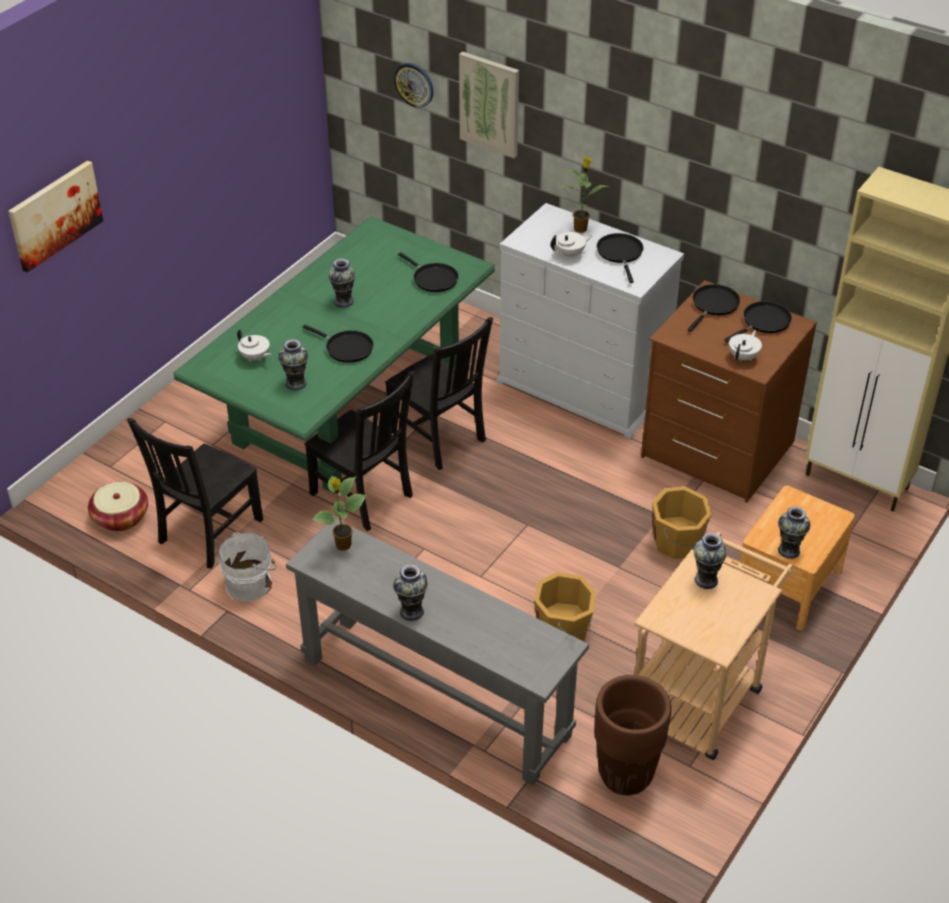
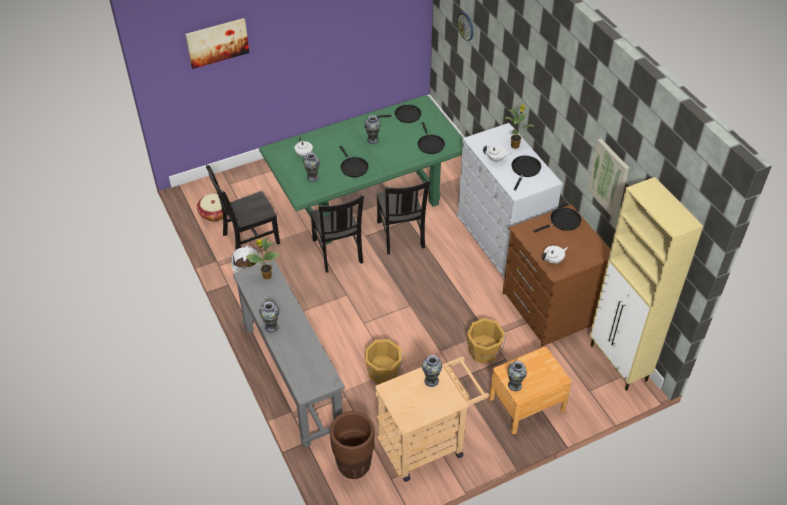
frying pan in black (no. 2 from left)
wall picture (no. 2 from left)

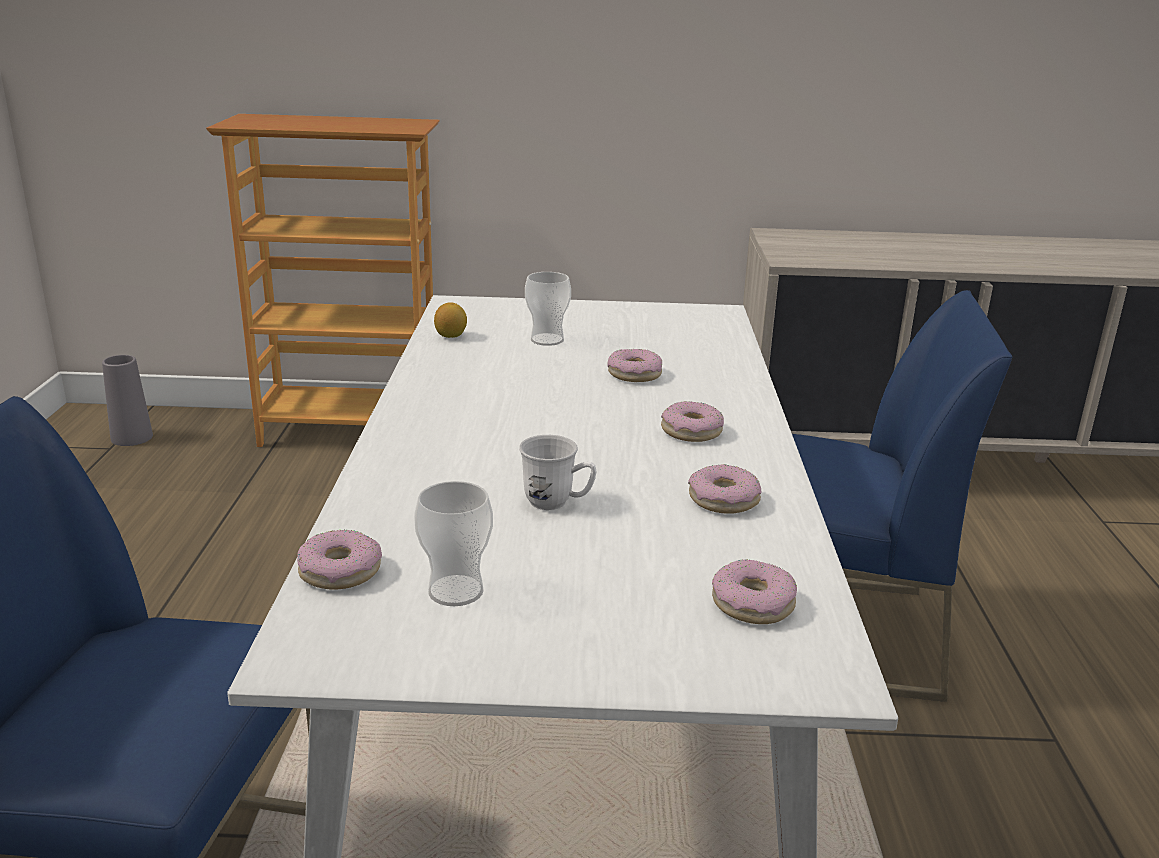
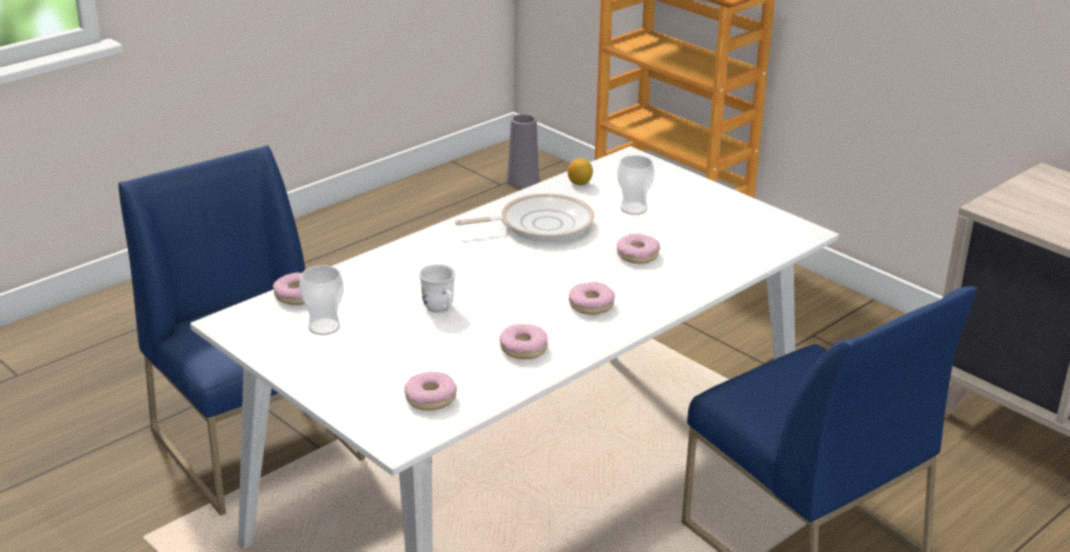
frying pan

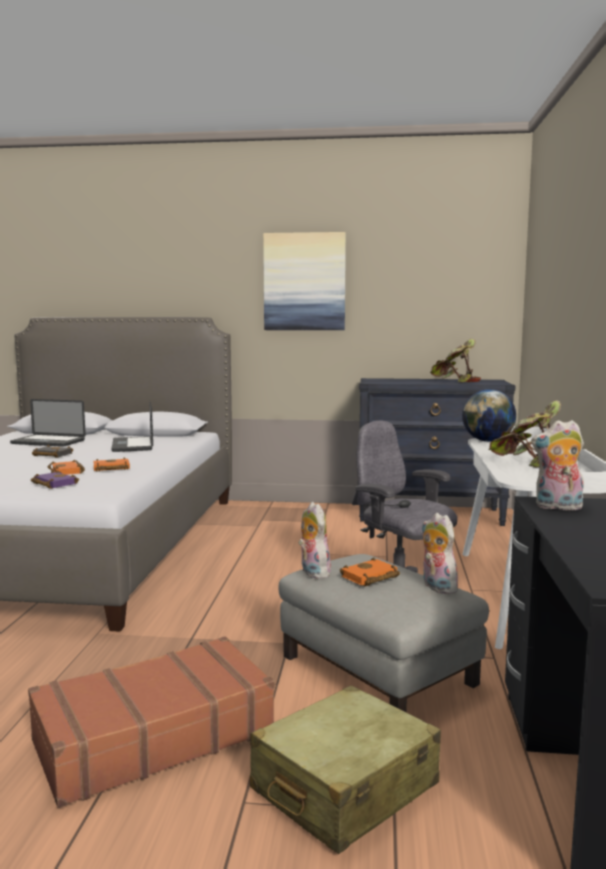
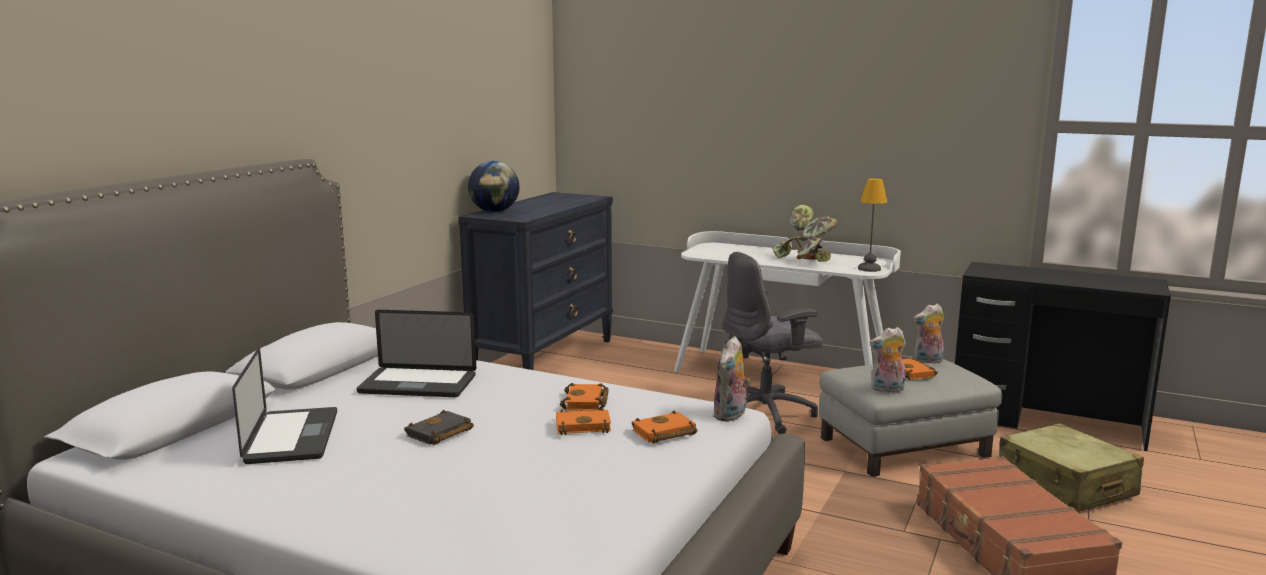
notebook computer (no. 1 from left)
desk globe
volume in orange-coloured (no. 3 from left)
soft toy (no. 1 from left)
lamp for a table
wall picture
plant in a pot (no. 1 from left in the first image)

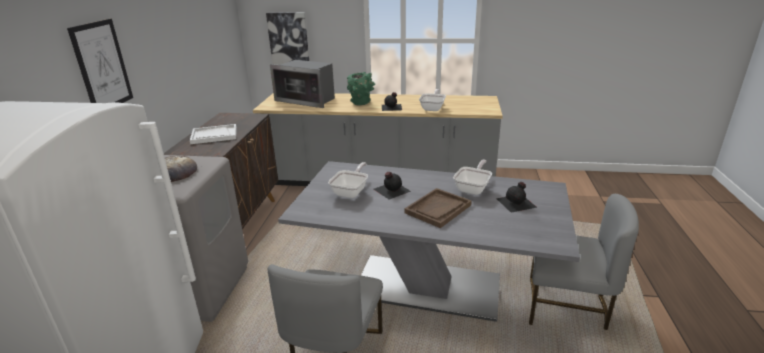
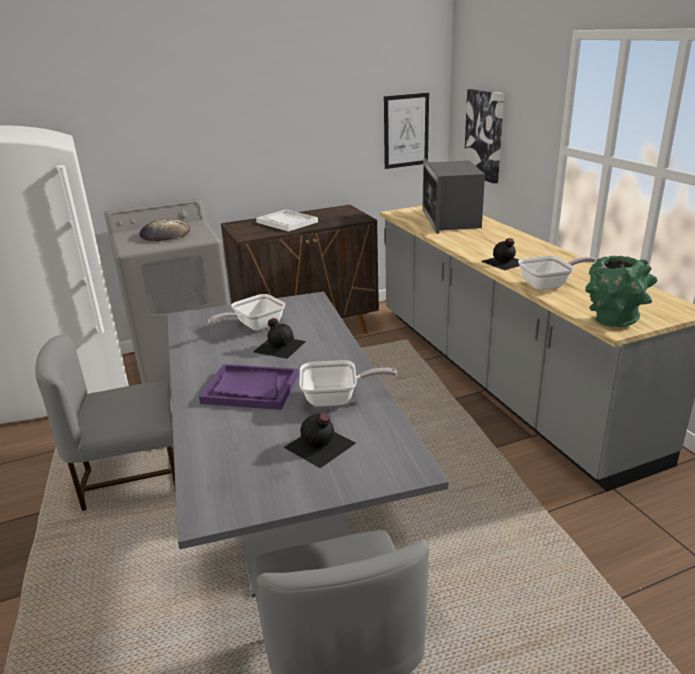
serving tray in purple
frying pan (no. 1 from left)
wall picture (no. 1 from left)
vase in greenish

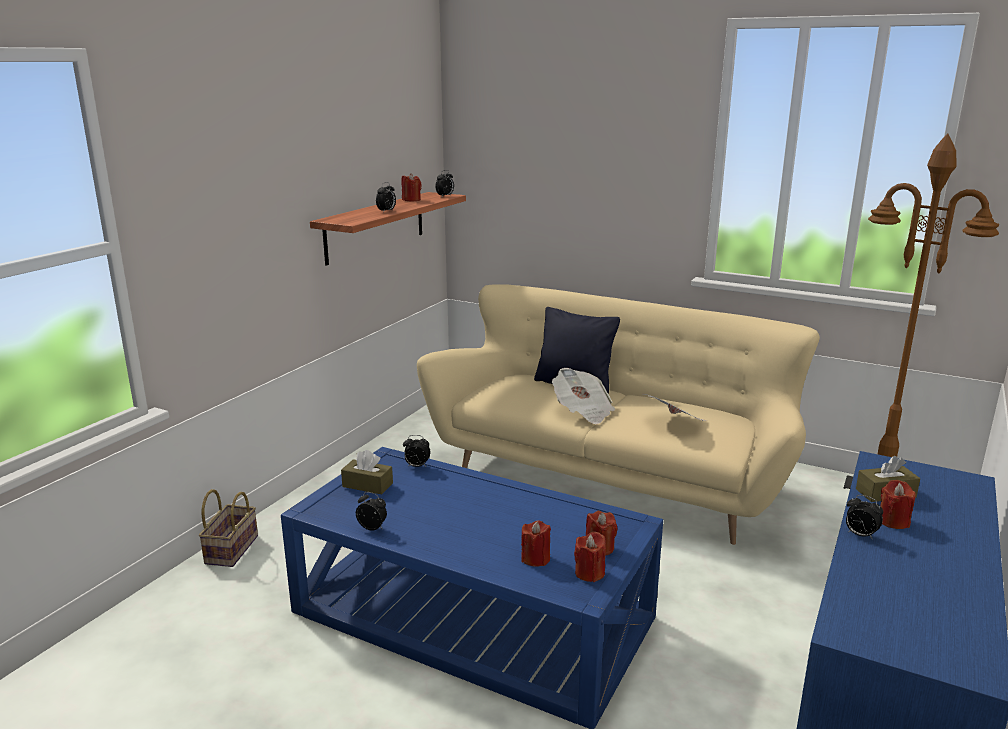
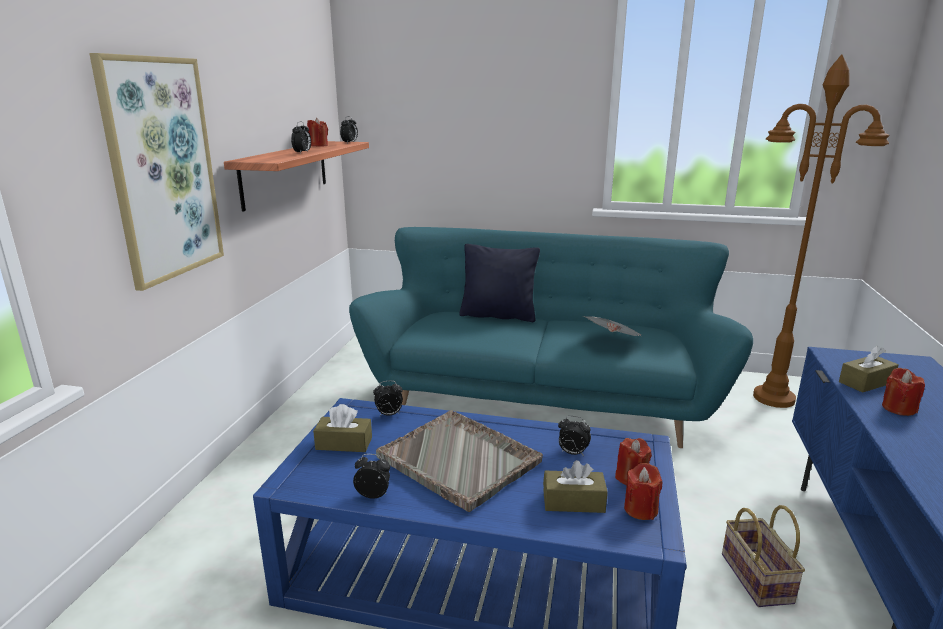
wall picture
couch in turquoise
serving tray in grey
tissue holder in brown-coloured (no. 2 from left)
table clock (no. 5 from left)
storage basket
newspaper (no. 1 from left in the first image)

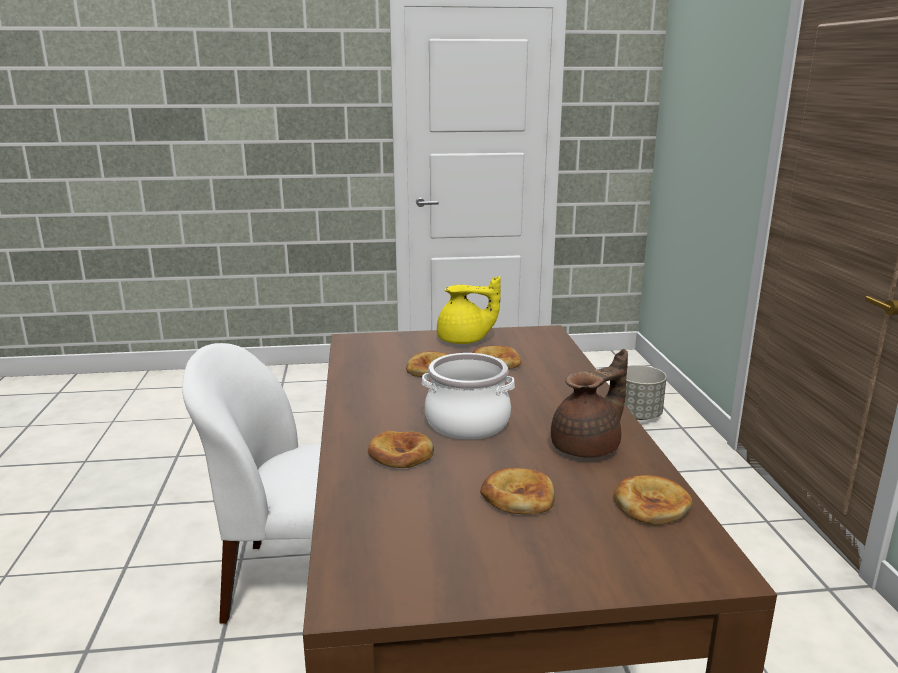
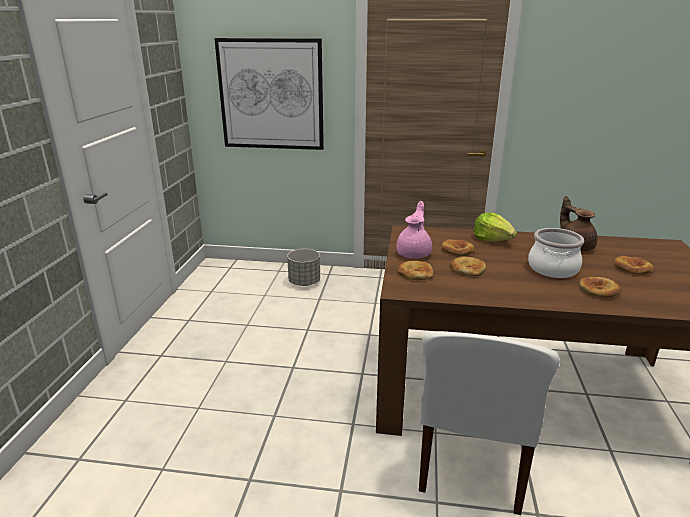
wall picture
pot for tea in pinkish
bakery bread (no. 1 from left)
head of lettuce

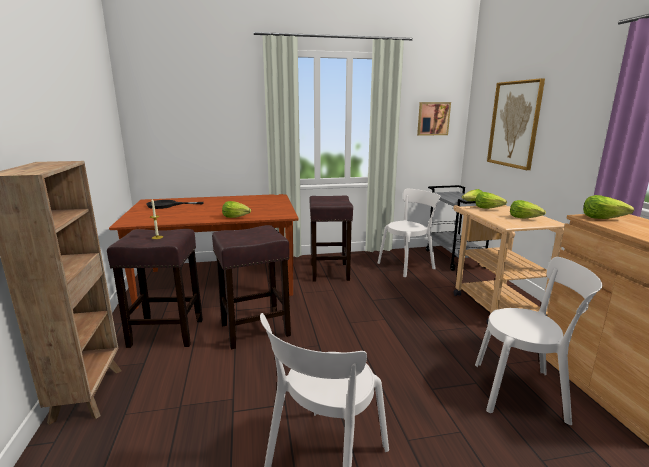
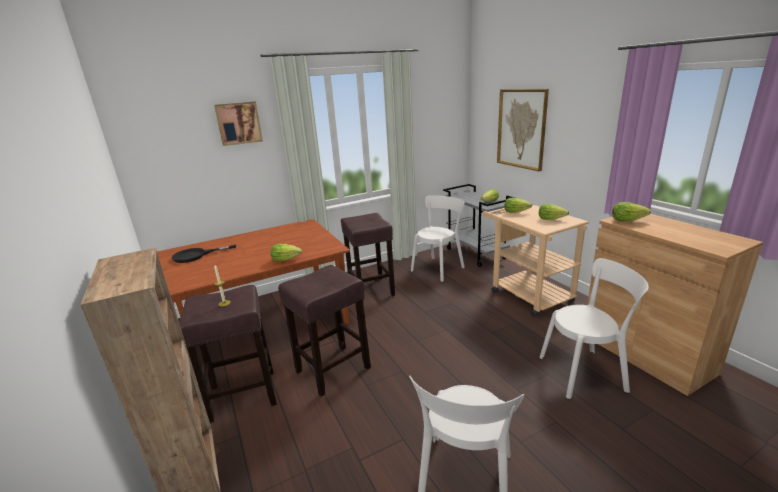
wall picture (no. 1 from left)

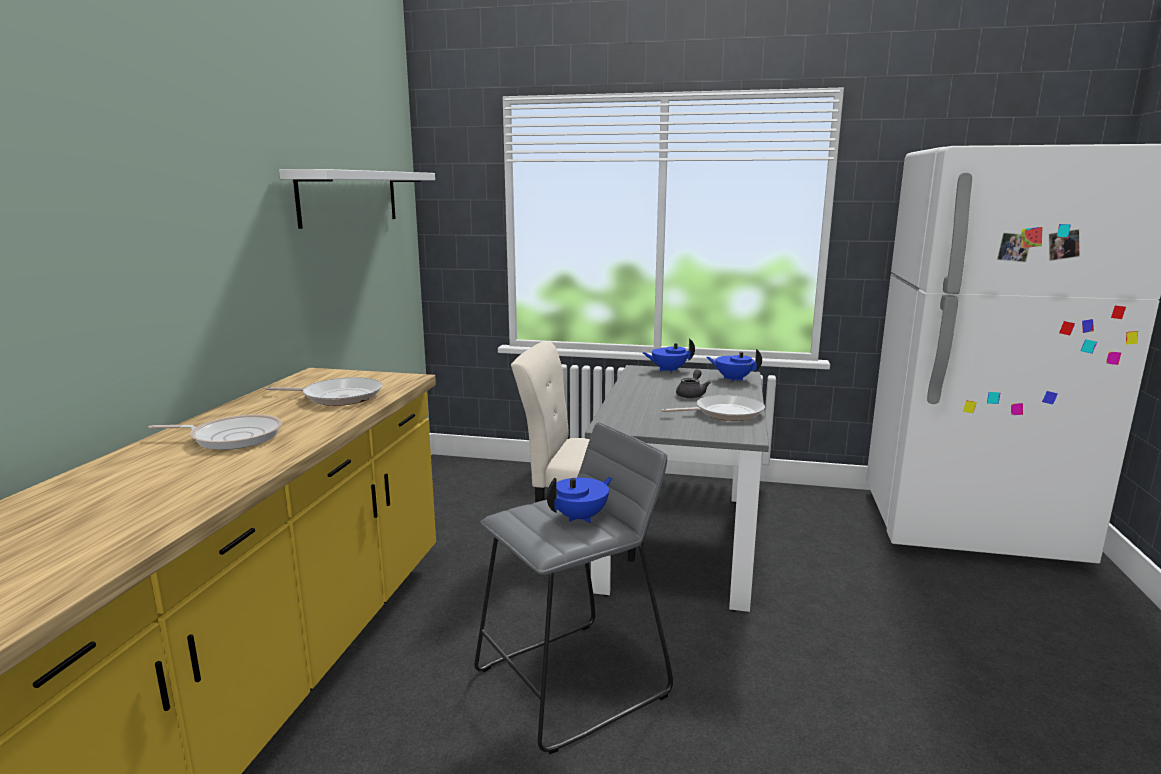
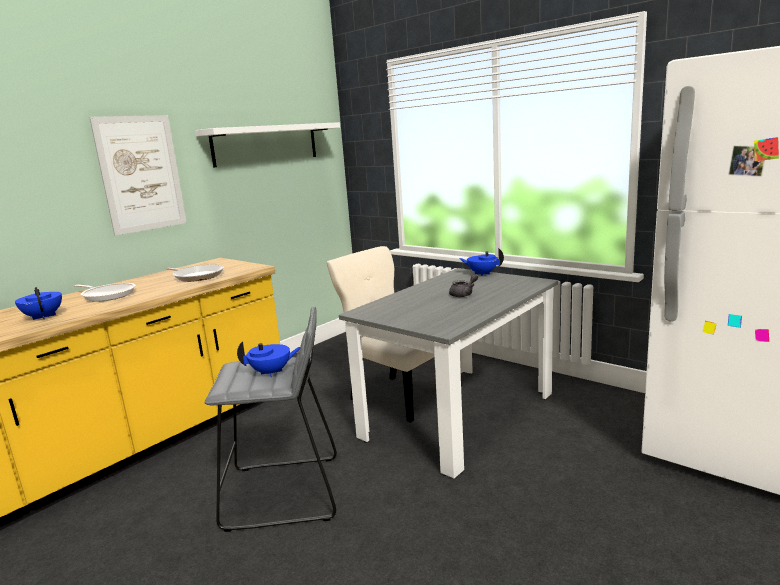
pot for tea in blue-coloured (no. 1 from left)
wall picture
frying pan (no. 3 from left in the first image)

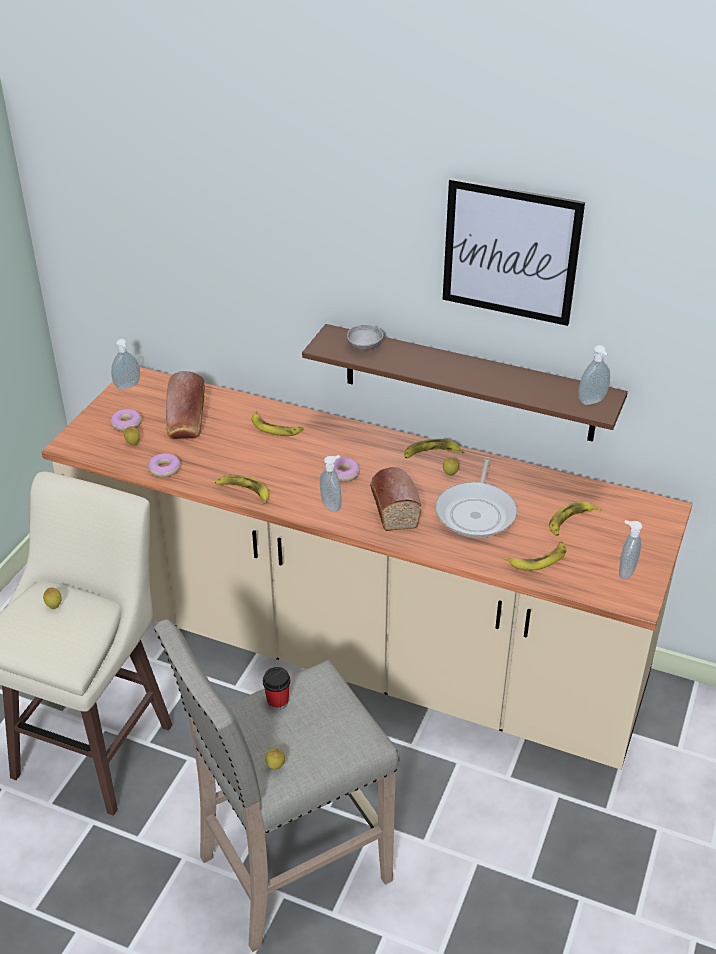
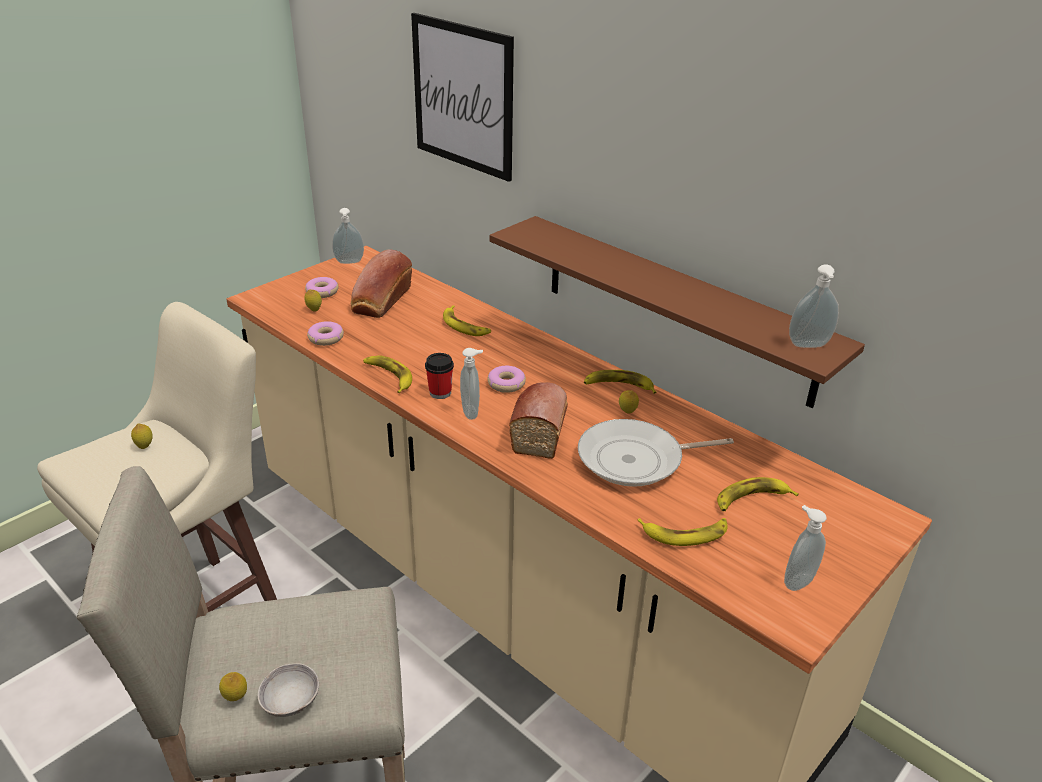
bowl in grey
wall picture
small cup
frying pan

